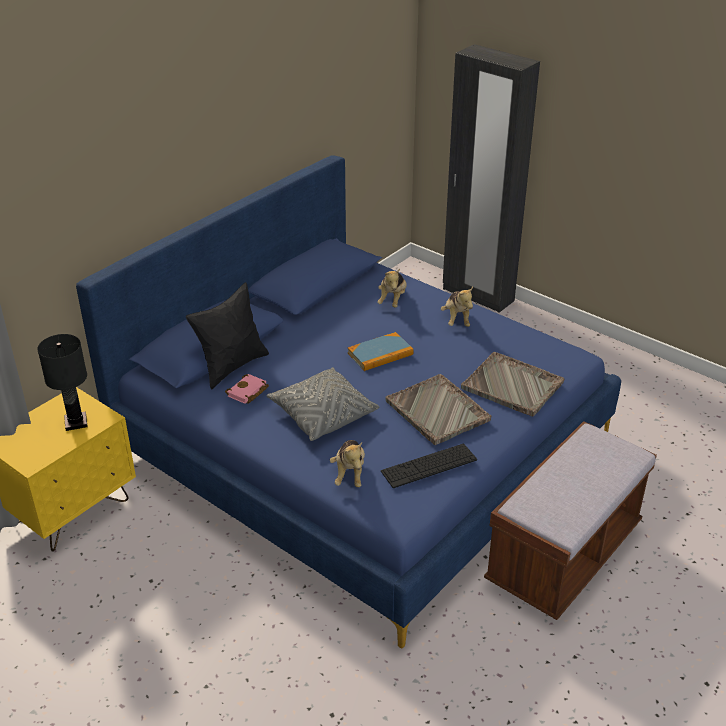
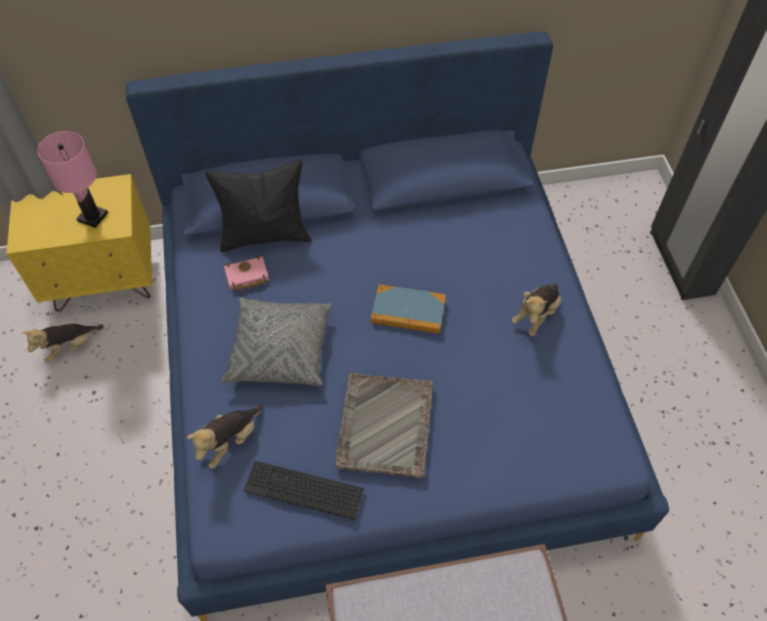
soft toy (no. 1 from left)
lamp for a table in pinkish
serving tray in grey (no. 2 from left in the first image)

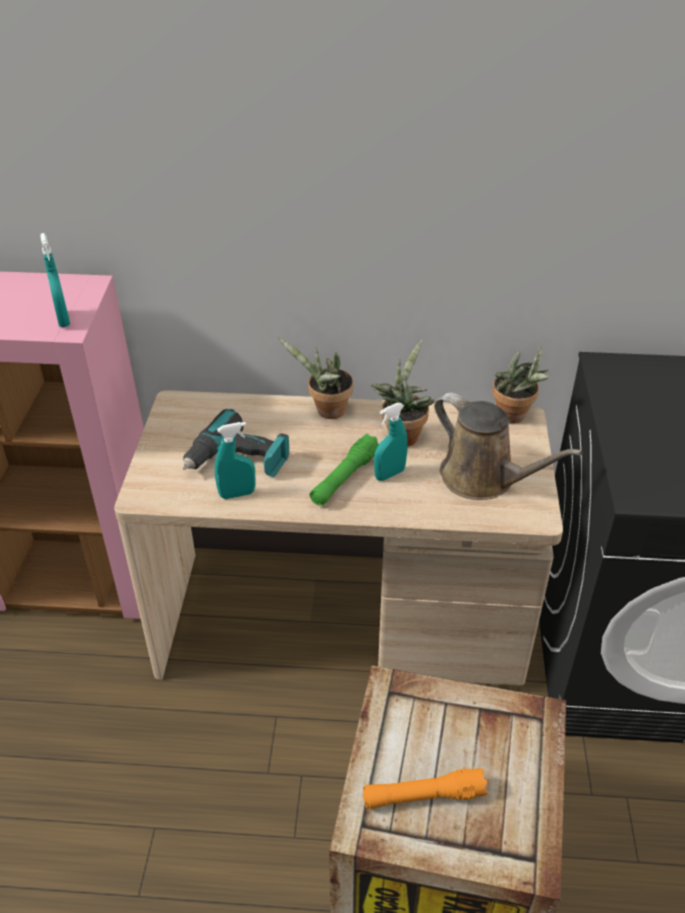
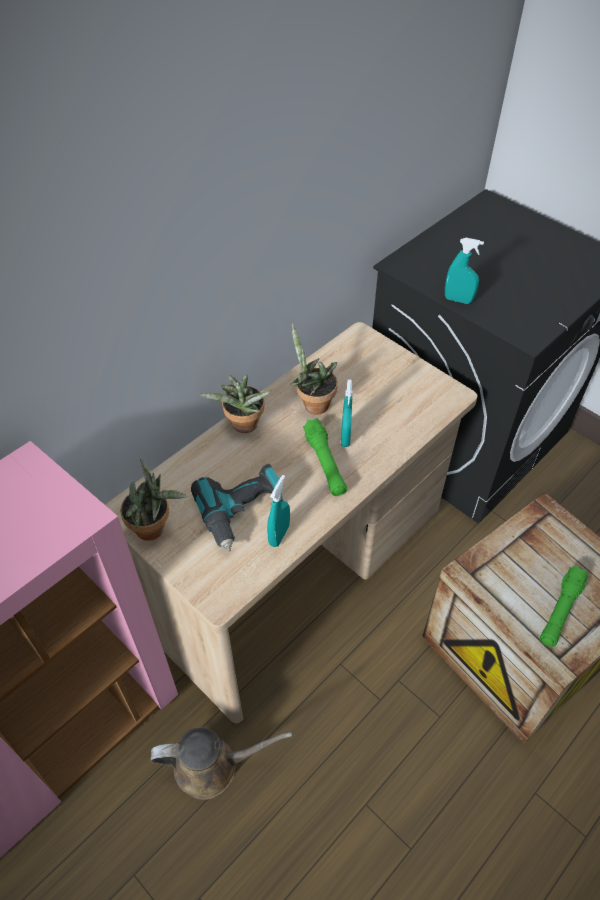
plant in a pot (no. 1 from left)
watering can in brown-coloured
hand sprayer in turquoise (no. 3 from left)
torch in greenish (no. 2 from left)

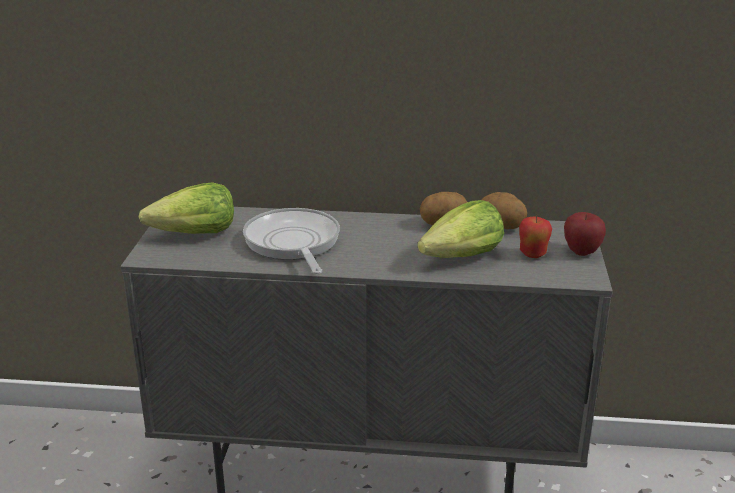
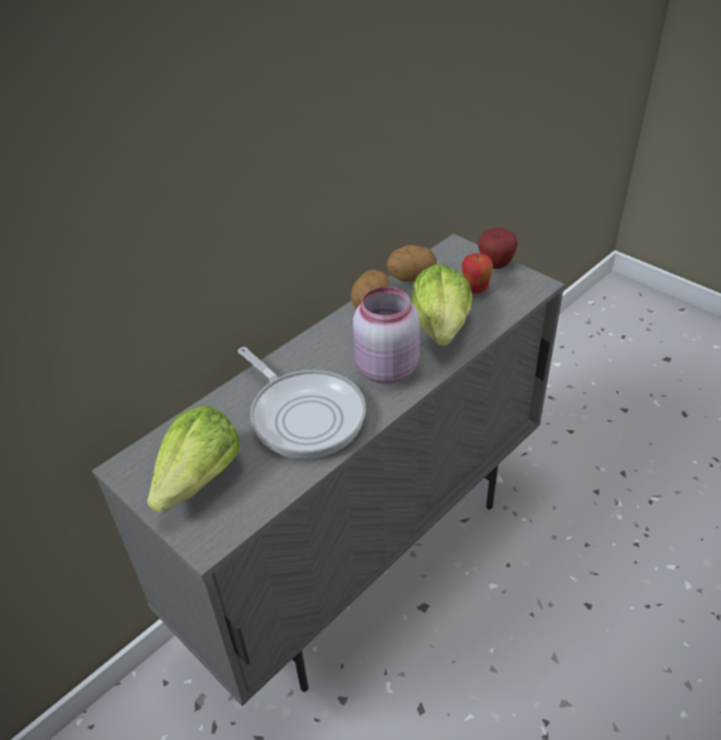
frying pan
preserve jar in pinkish

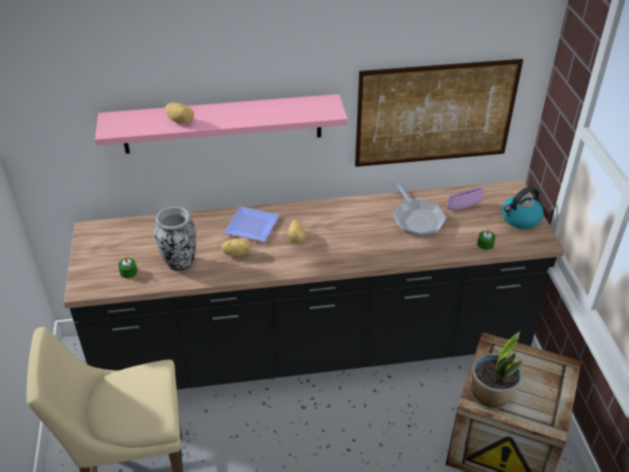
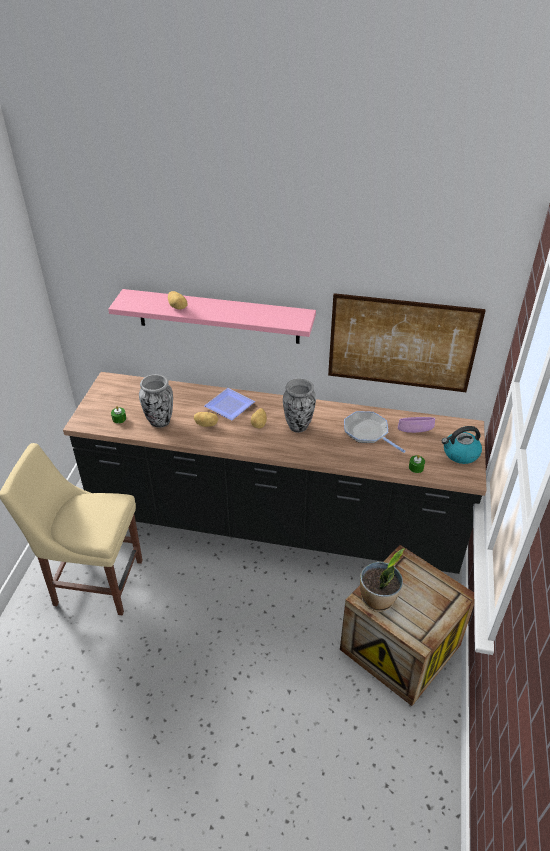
vase (no. 2 from left)
frying pan

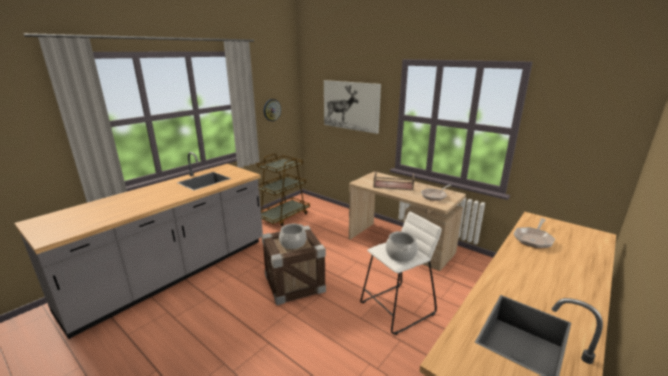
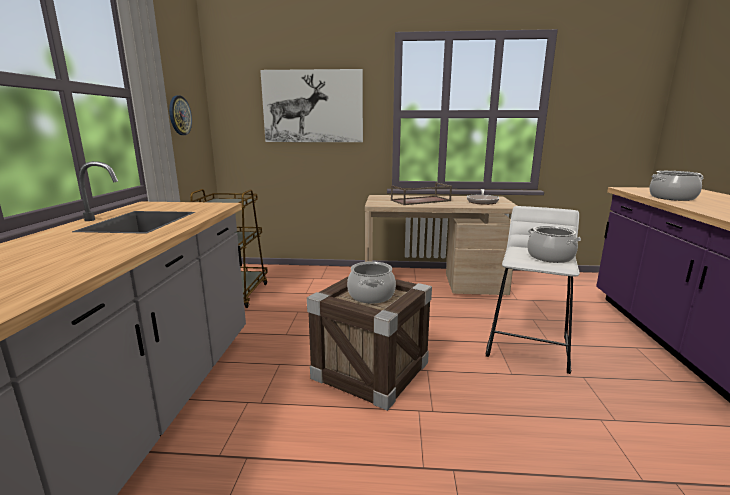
cooking pot (no. 3 from left)

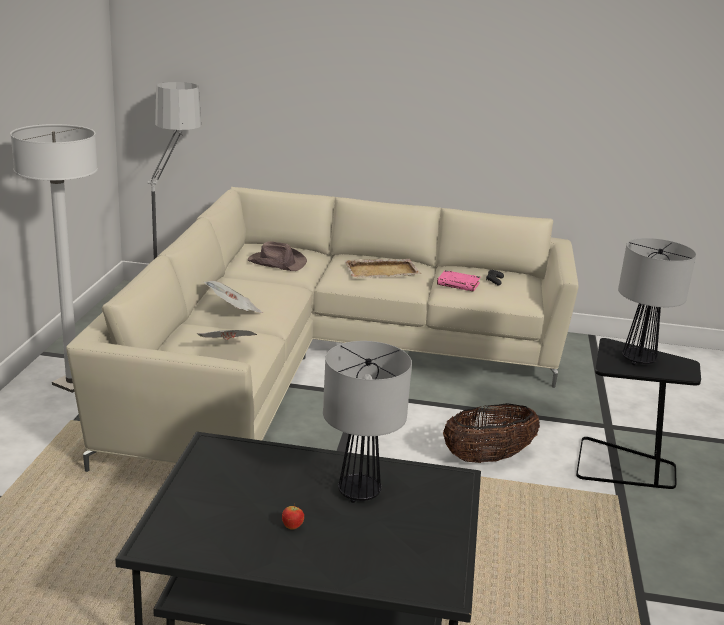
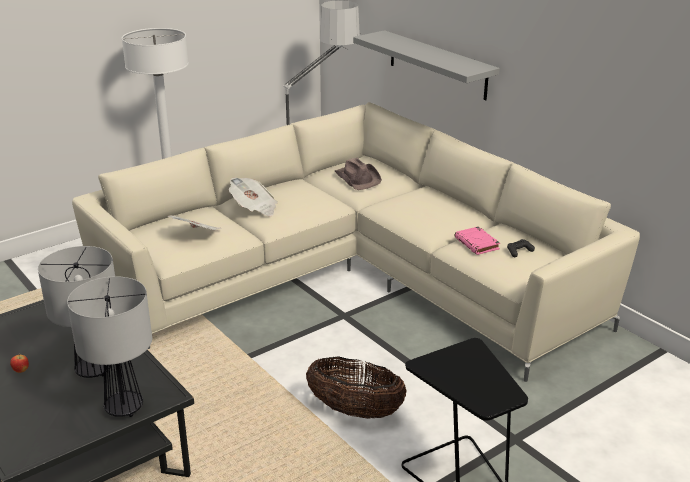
lamp for a table (no. 2 from left)
bracket shelf in grey
serving tray in sand-coloured

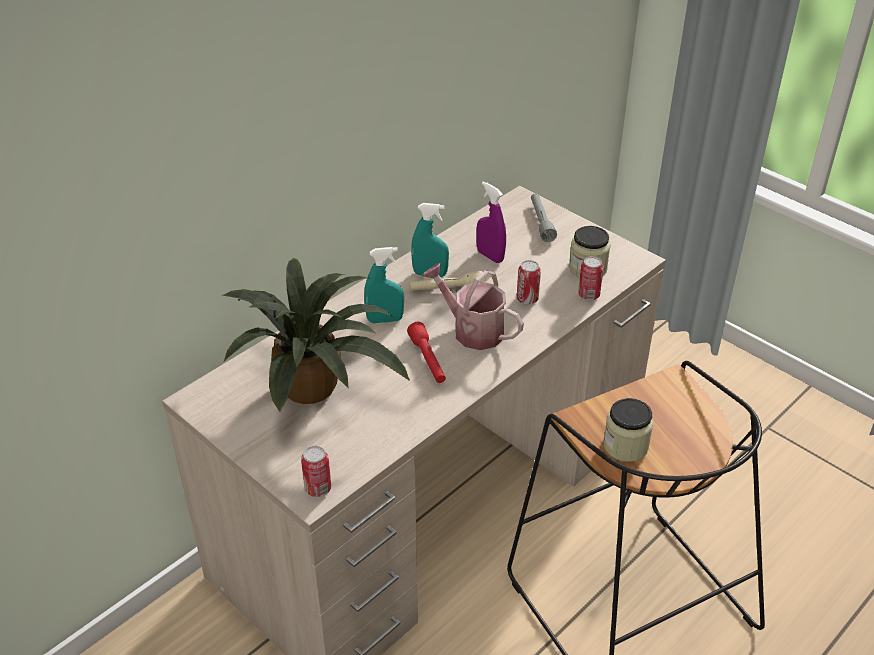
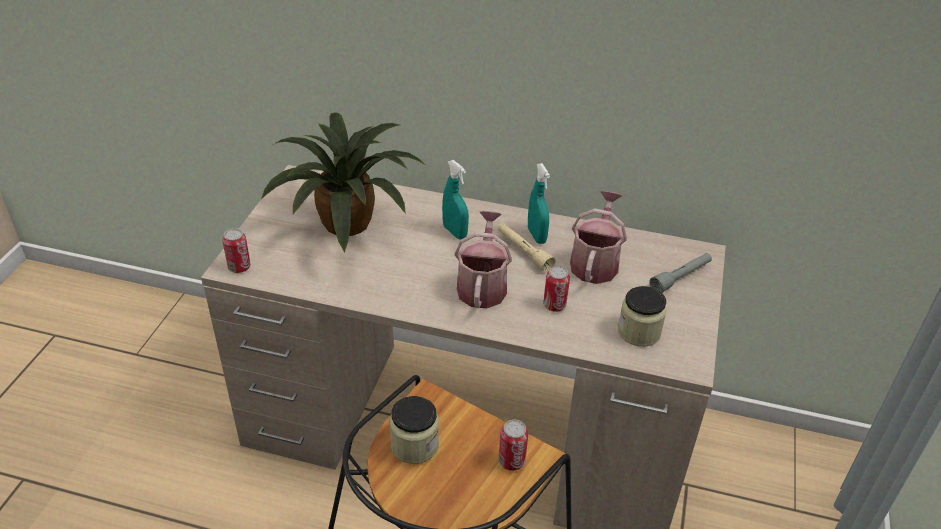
sealed can (no. 2 from left)
watering can (no. 2 from left)
torch in red-coloured

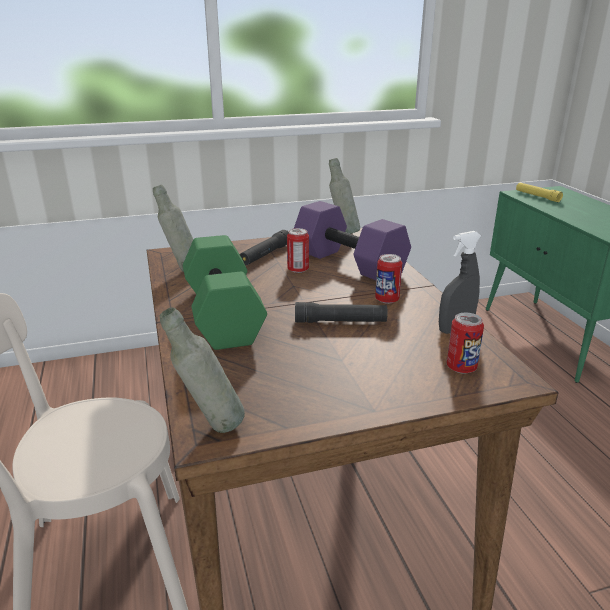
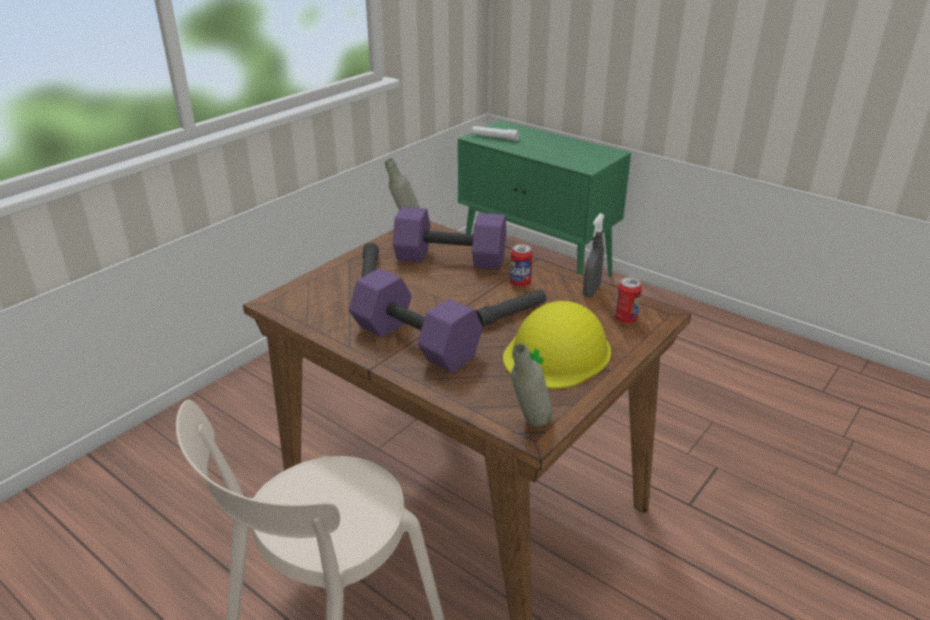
free weight in purple (no. 1 from left)
torch in whitish
work helmet in yellow-coloured
beverage bottle in grey (no. 1 from left in the first image)
sealed can (no. 1 from left in the first image)

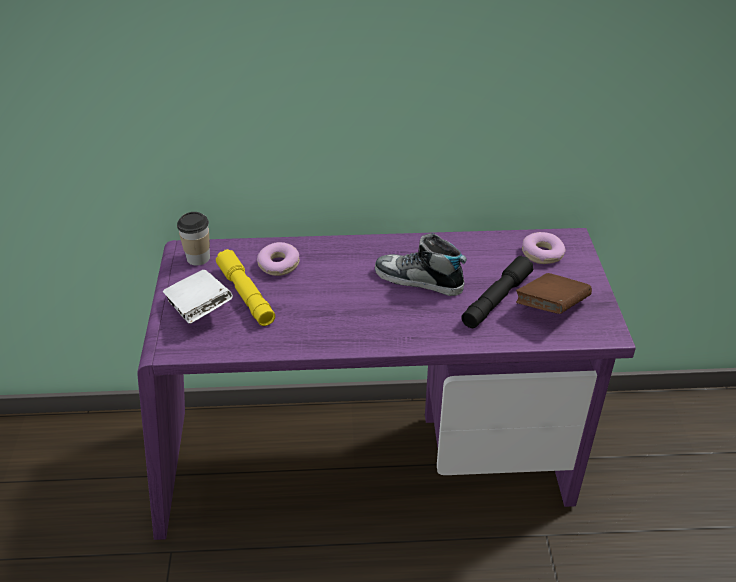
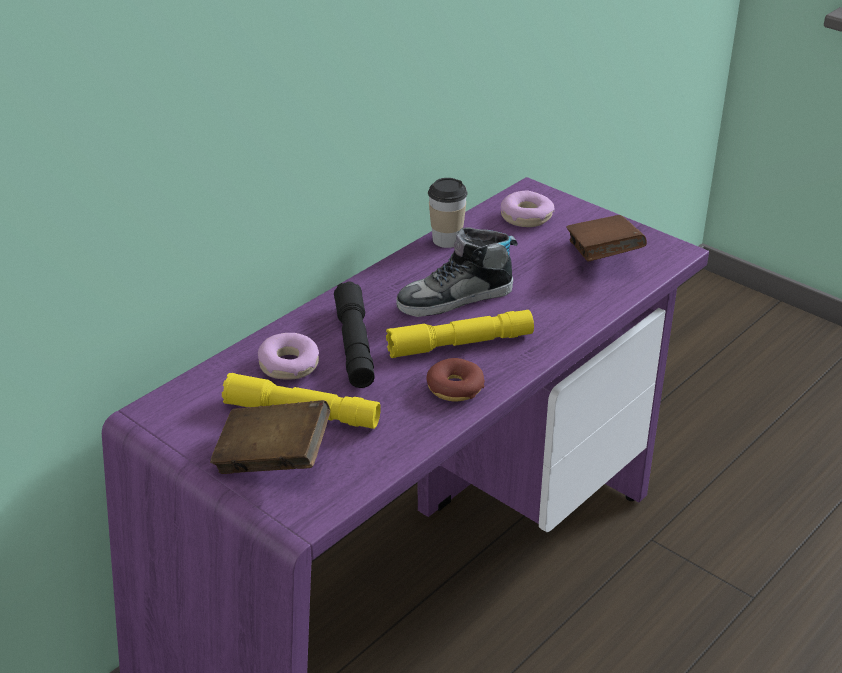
volume in brown-coloured (no. 1 from left)
torch in black
torch in yellow-coloured (no. 2 from left)
doughnut (no. 2 from left)
small cup

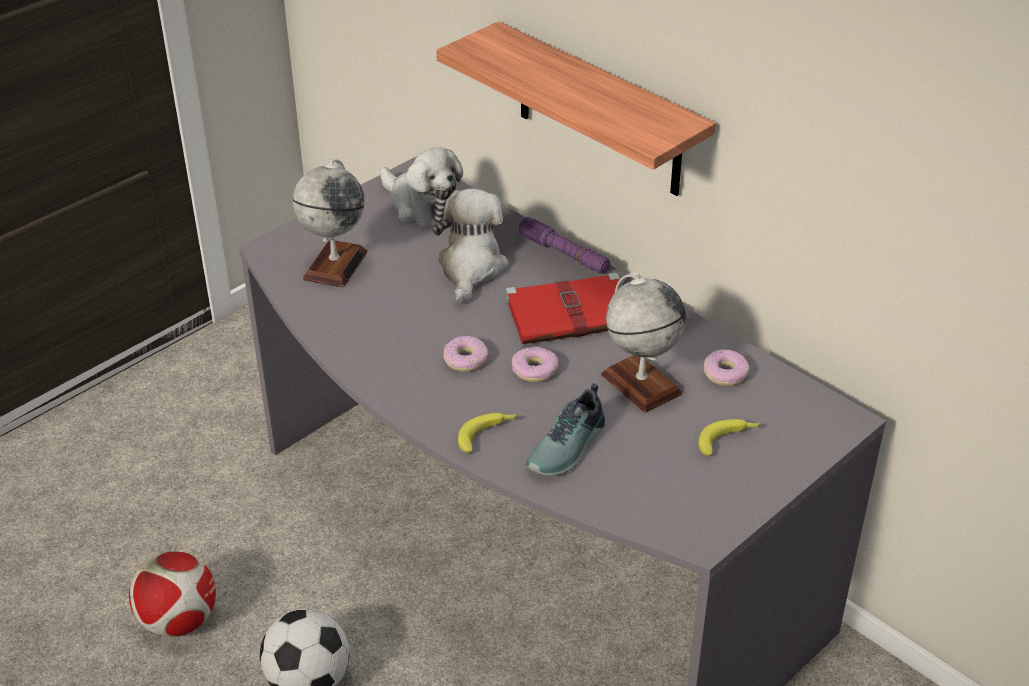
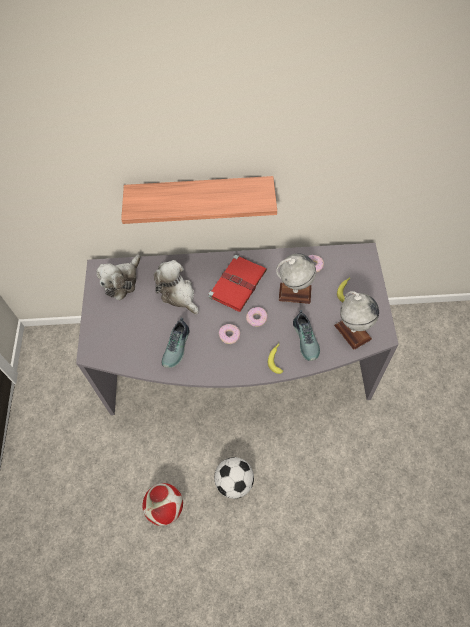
soft toy (no. 1 from left)
shoe (no. 1 from left)
desk globe (no. 2 from left)
torch in purple

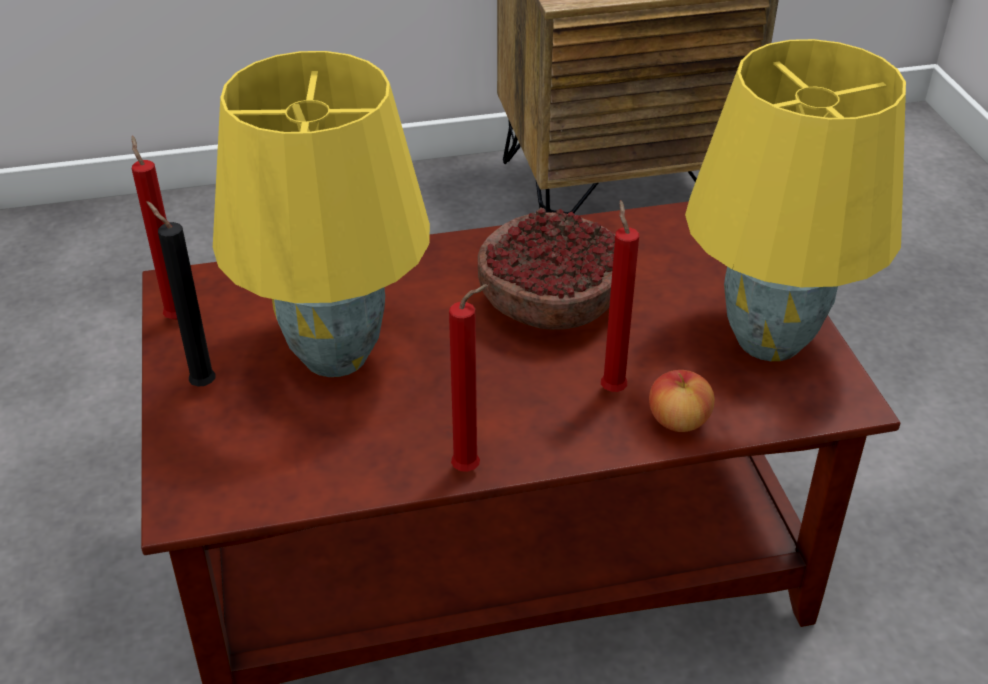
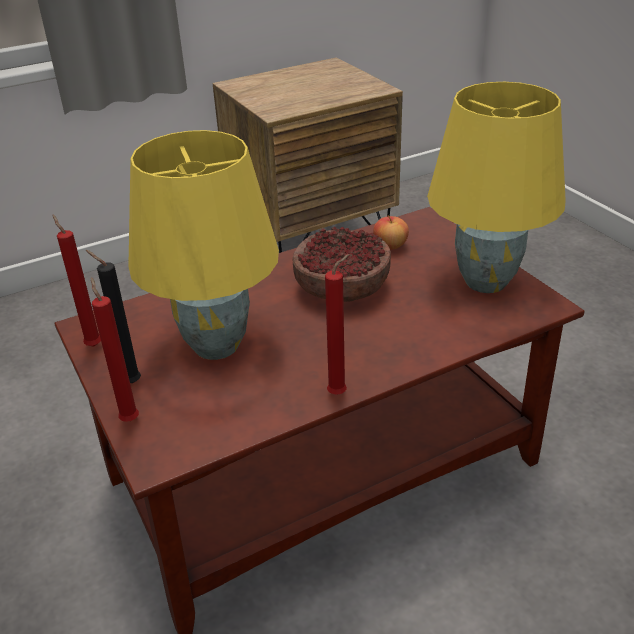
candle in red-coloured (no. 2 from left)
apple

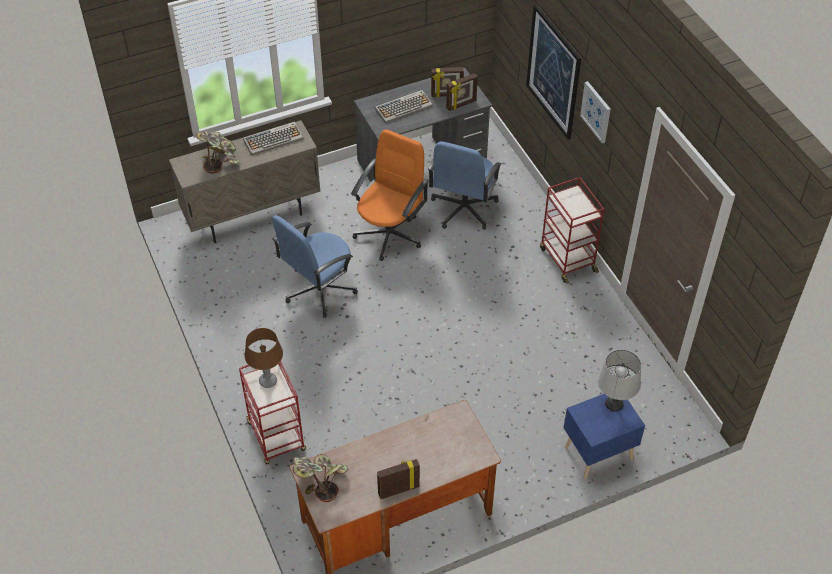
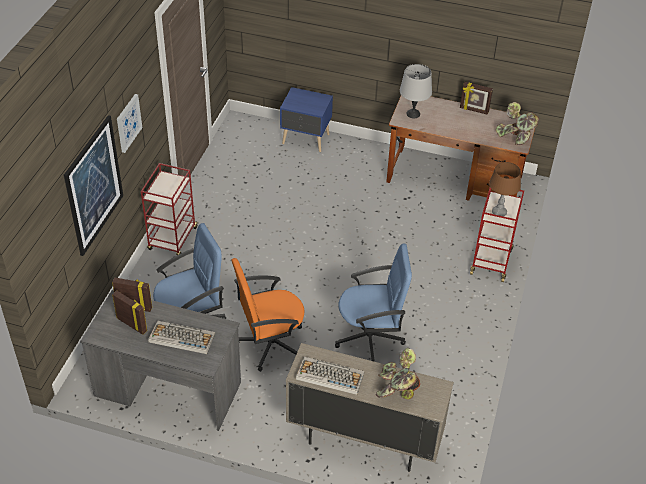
lamp for a table in grey

